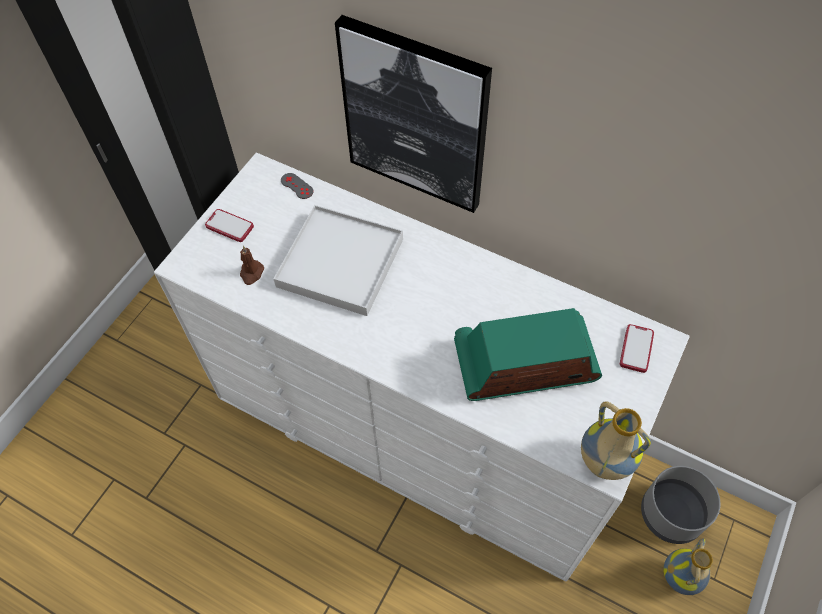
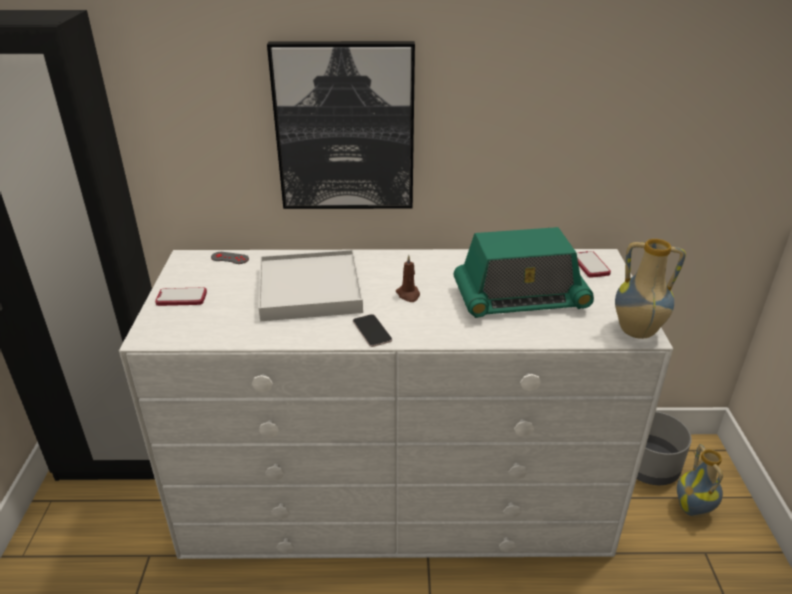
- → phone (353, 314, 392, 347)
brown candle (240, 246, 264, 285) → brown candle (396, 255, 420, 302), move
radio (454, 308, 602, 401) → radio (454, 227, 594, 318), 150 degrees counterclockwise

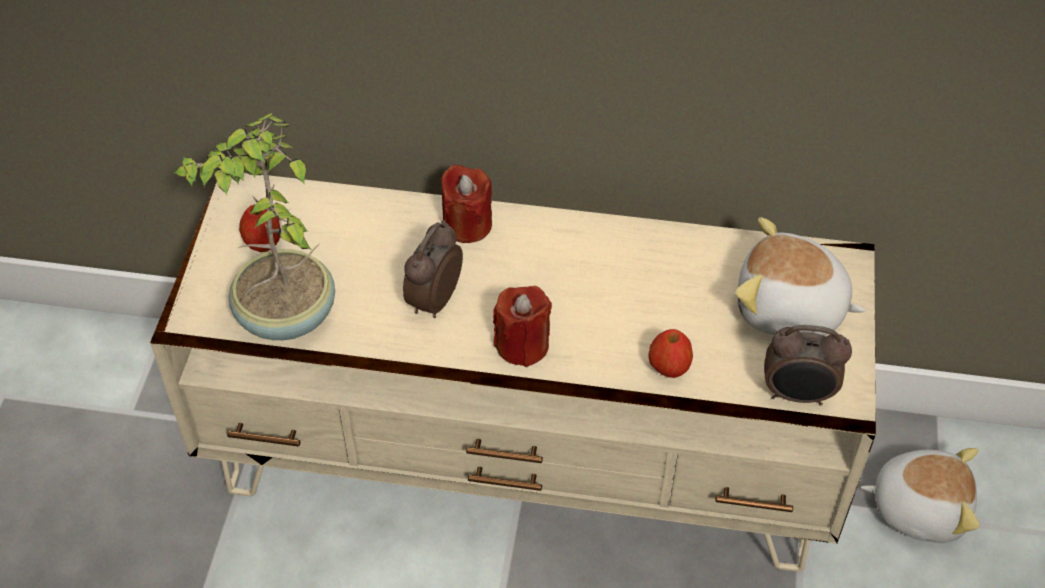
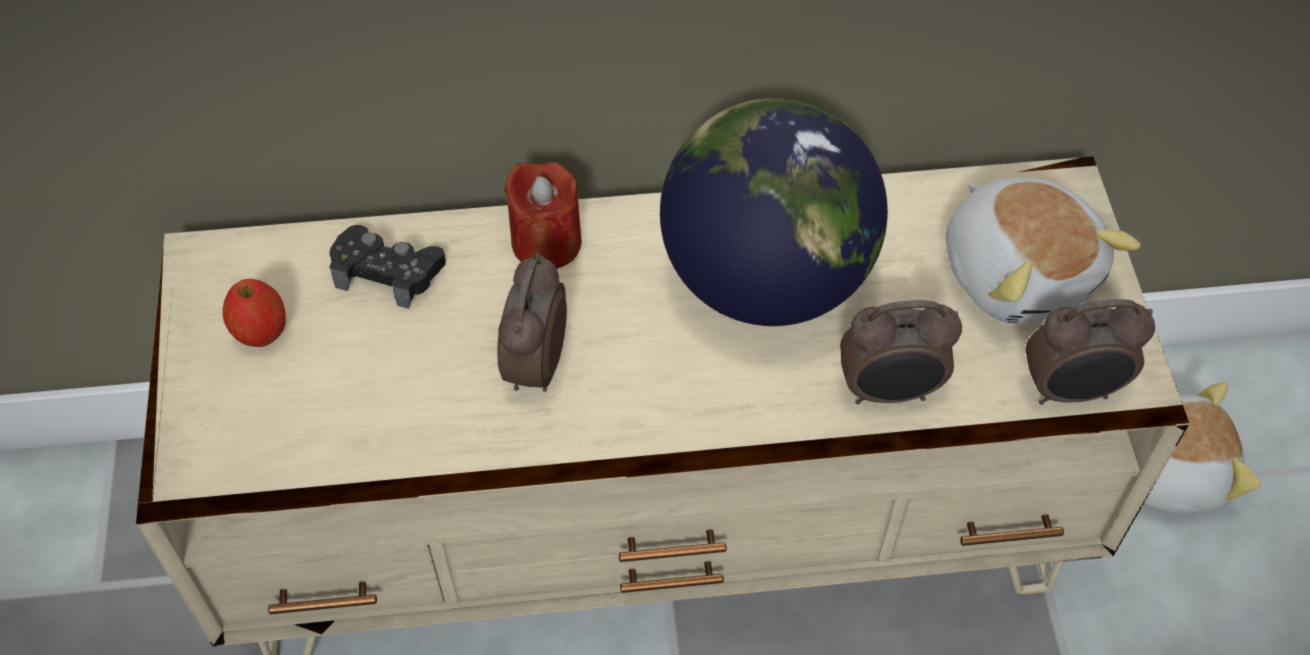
potted plant (174, 113, 335, 340) → -
red candle (493, 286, 552, 367) → -
- → black game controller (329, 225, 446, 309)
- → globe (660, 98, 888, 326)
apple (648, 329, 693, 378) → alarm clock (840, 300, 962, 404)
plush toy (735, 217, 866, 336) → plush toy (946, 177, 1141, 324), 120 degrees counterclockwise

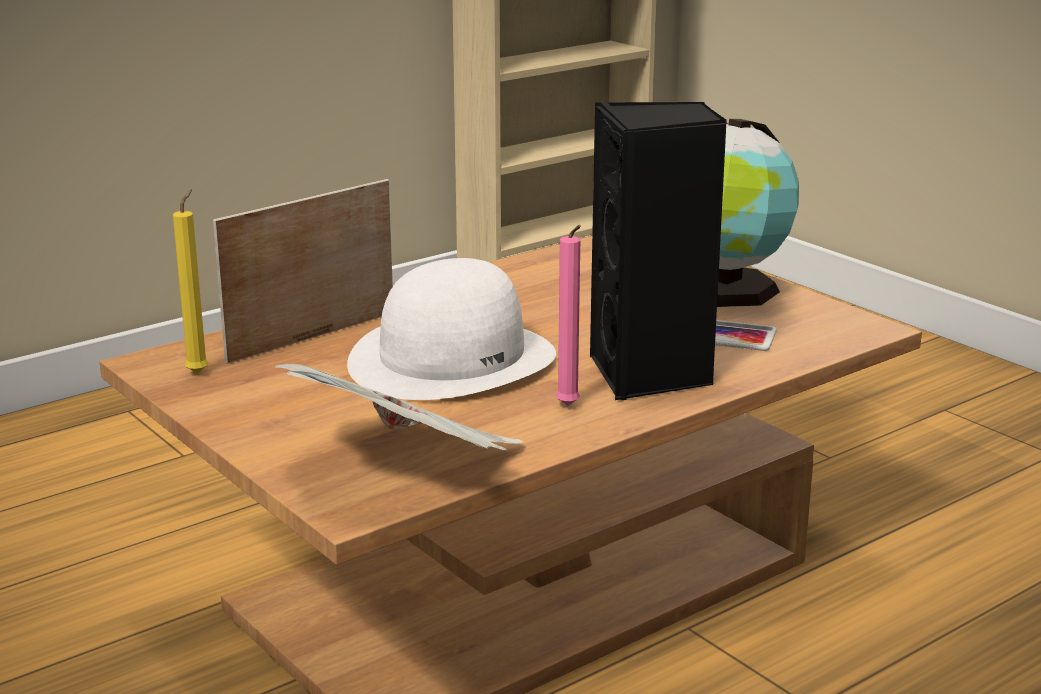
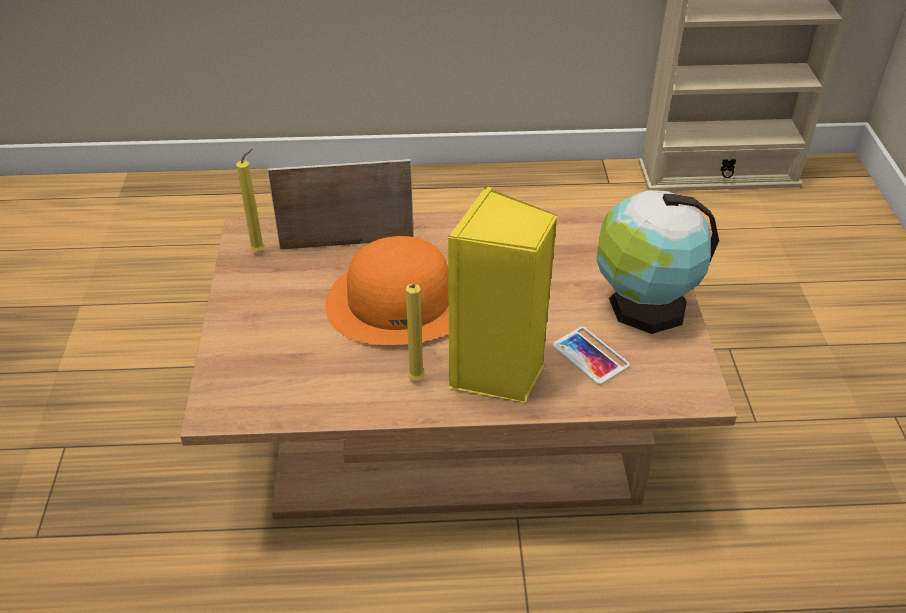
newspaper (275, 363, 524, 450) → -
white hat (347, 258, 556, 400) → orange hat (325, 236, 449, 345)
pink candle (556, 225, 581, 406) → yellow candle (406, 284, 425, 380)
black speaker (590, 101, 728, 400) → yellow speaker (448, 187, 558, 403)

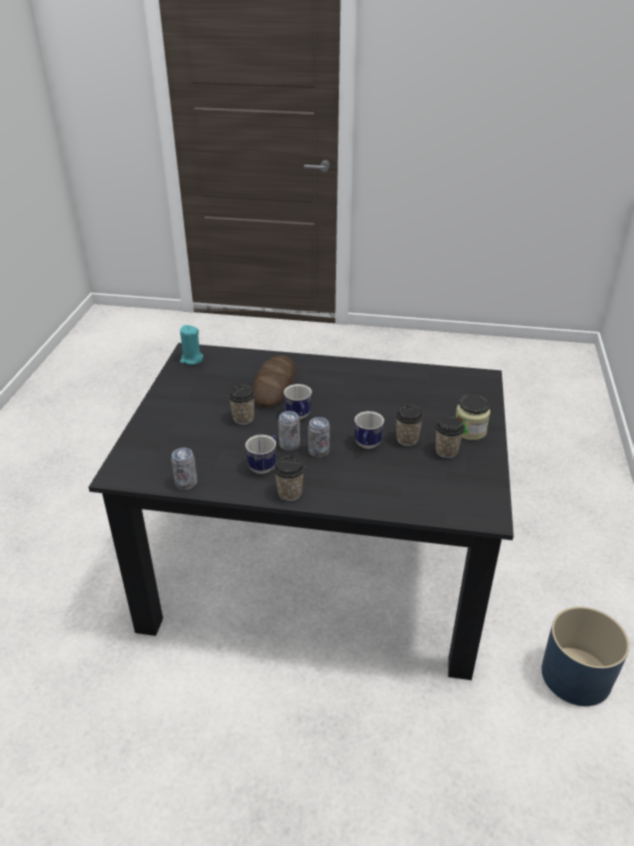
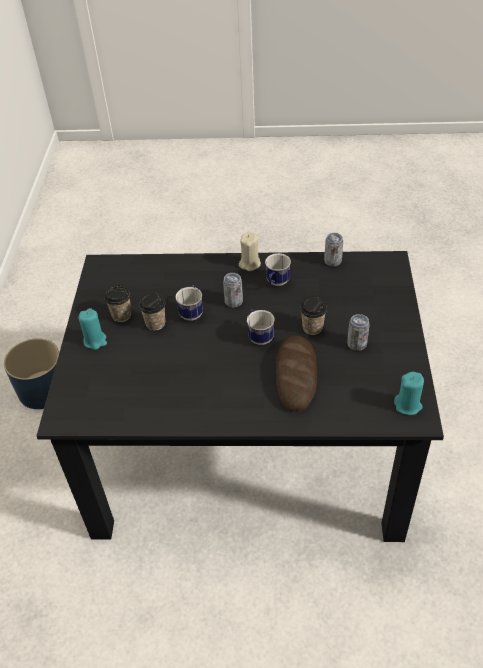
can (278, 411, 300, 451) → can (347, 314, 370, 351), move
cup (274, 456, 305, 501) → beige candle (239, 232, 261, 271)
jar (456, 395, 490, 440) → turquoise candle (78, 308, 107, 350)

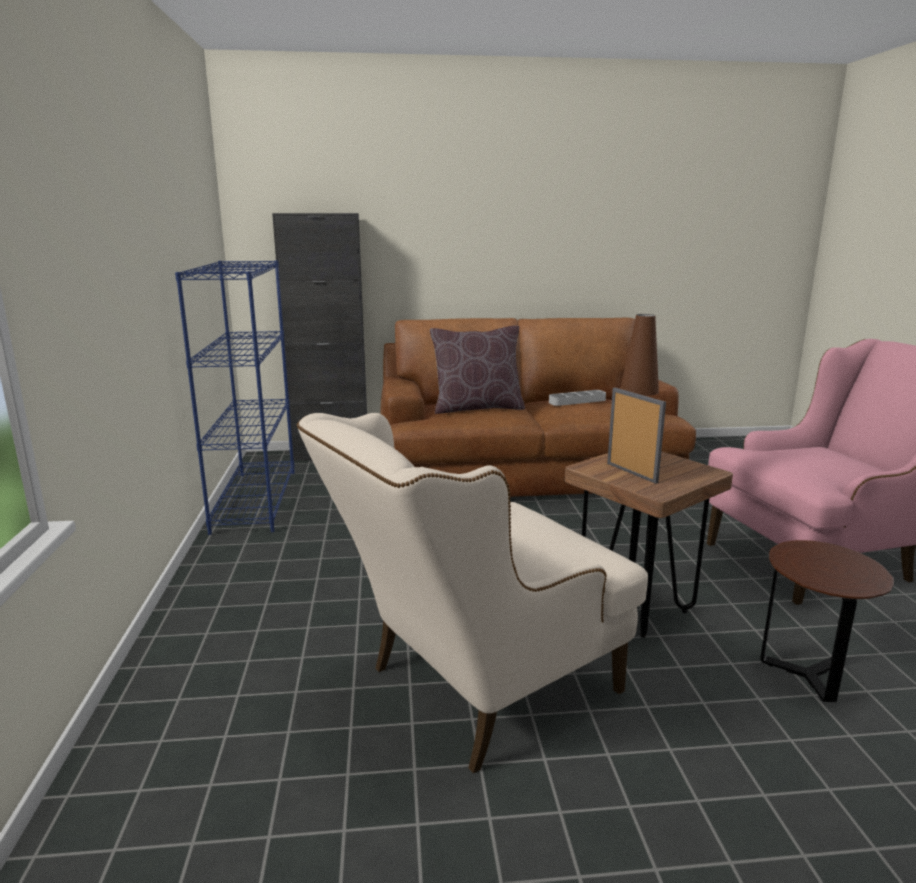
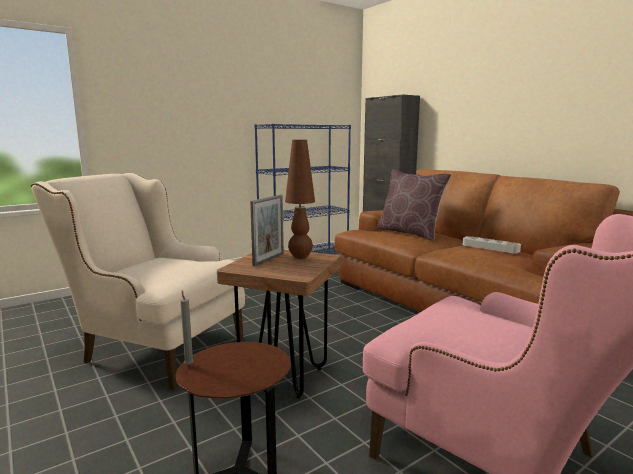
- → grey candle (180, 290, 194, 365)

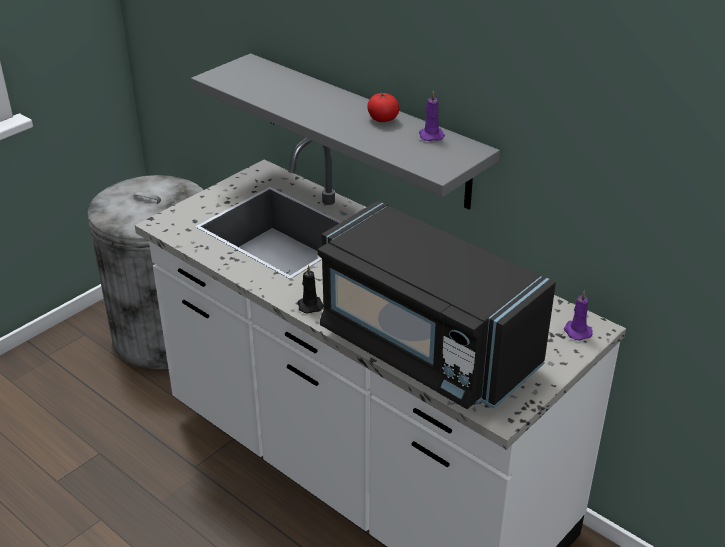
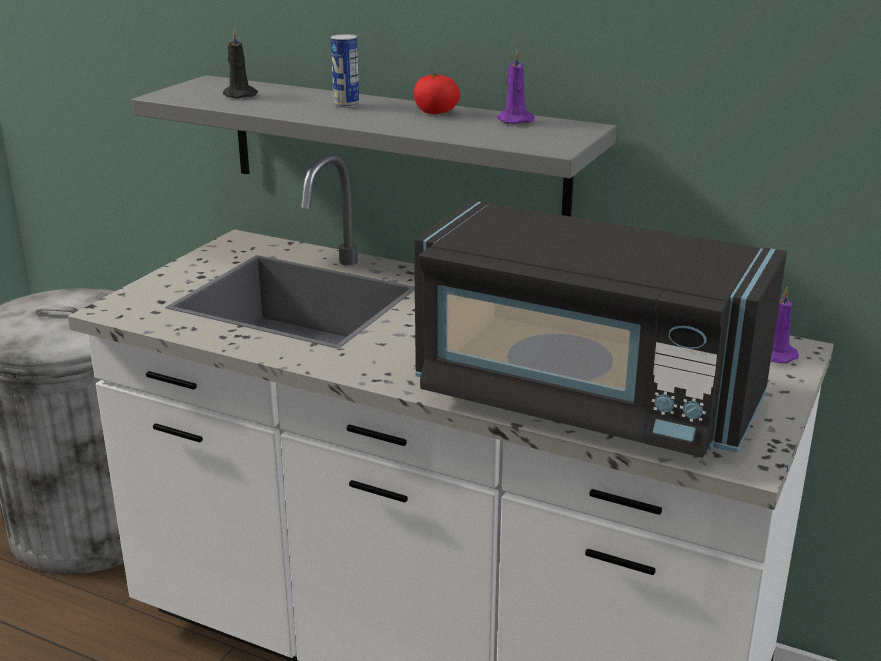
- → can (331, 34, 359, 108)
black candle (298, 265, 323, 314) → black candle (223, 29, 258, 98), move

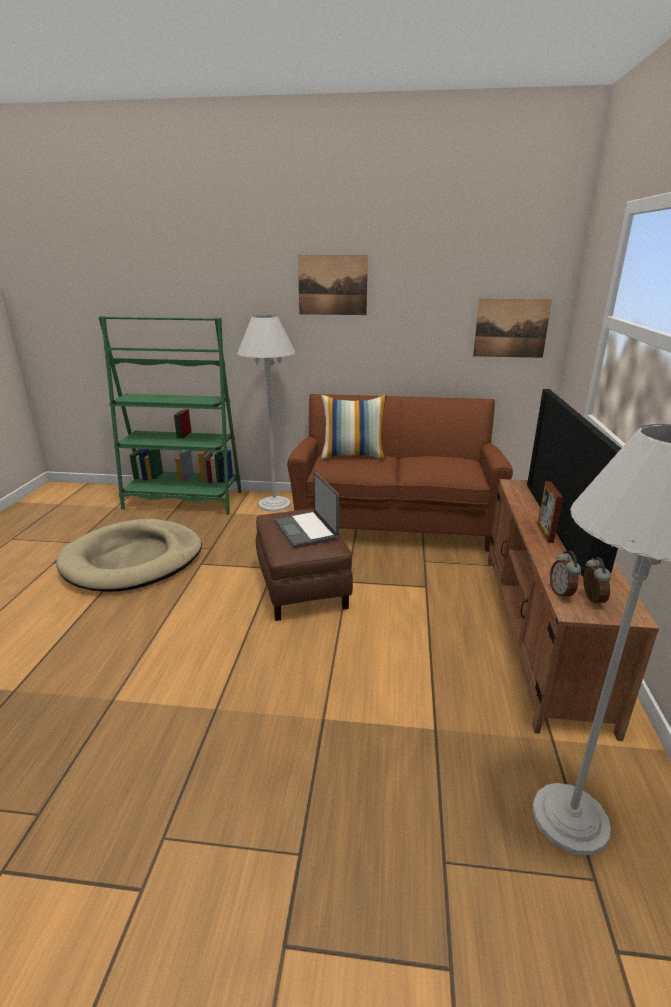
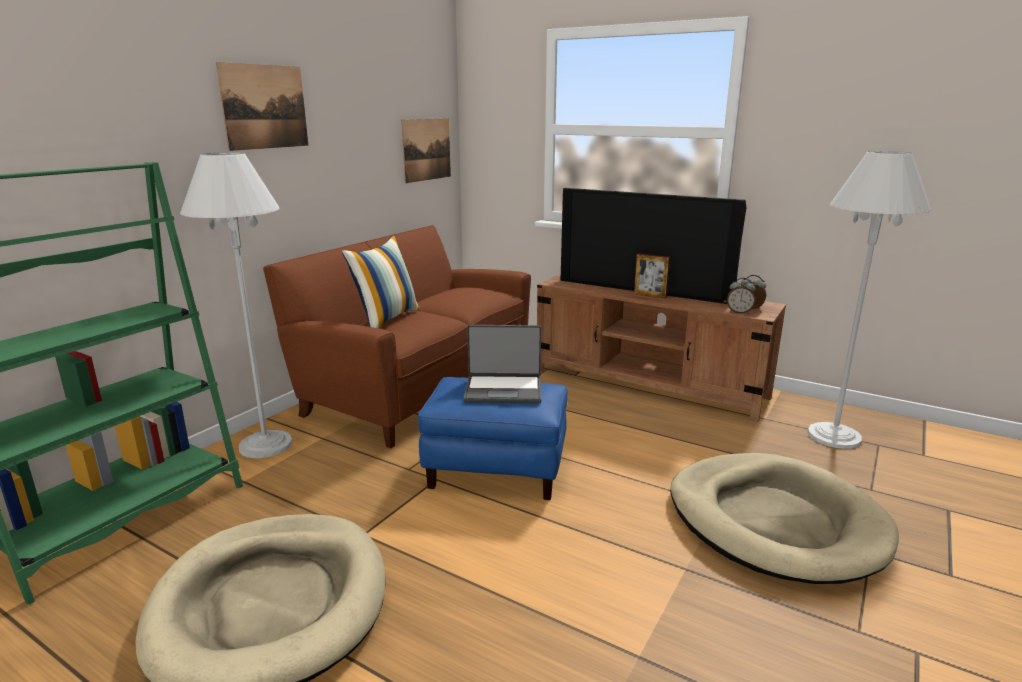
- → beige dog bed (670, 453, 899, 584)
brown ottoman (256, 509, 353, 621) → blue ottoman (418, 377, 567, 500)

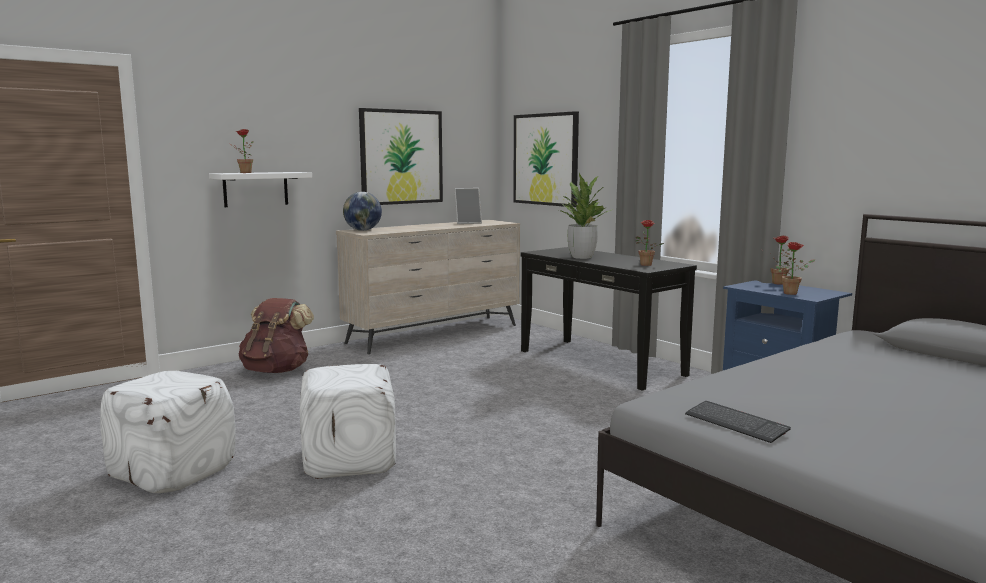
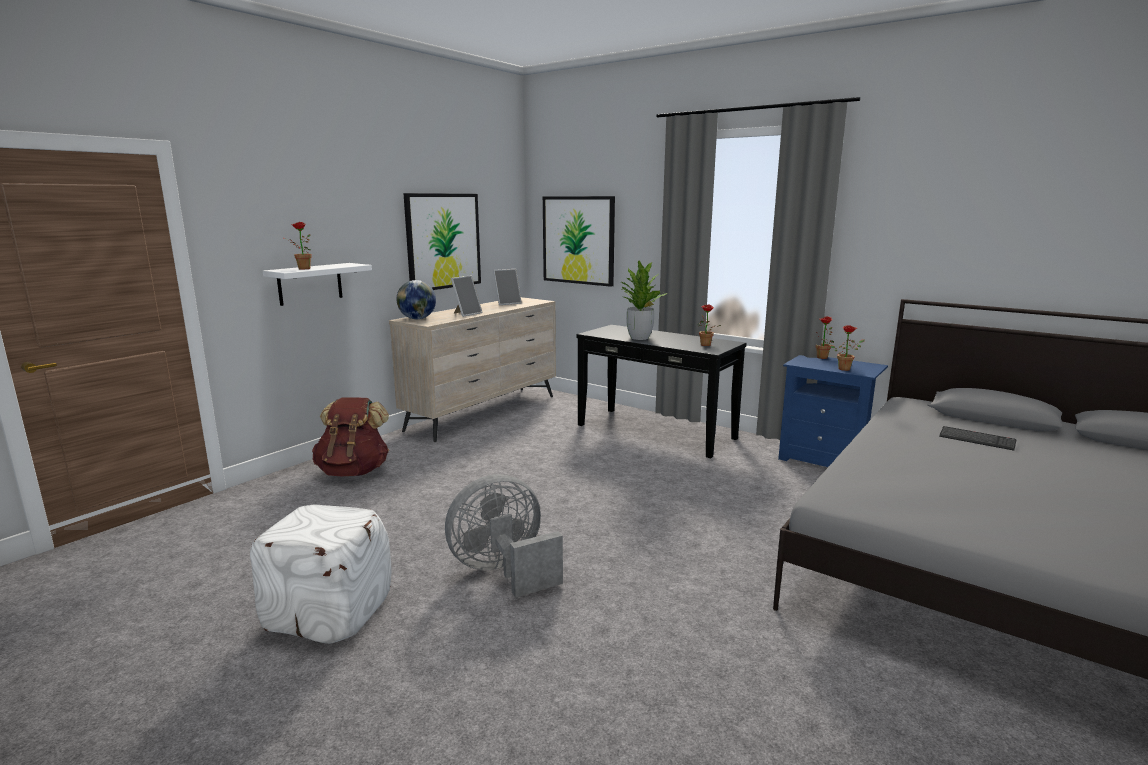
- → picture frame (451, 275, 483, 317)
keyboard (685, 401, 791, 443) → keyboard (939, 426, 1016, 450), move
white ottoman (300, 364, 396, 479) → grey fan (445, 474, 563, 598)

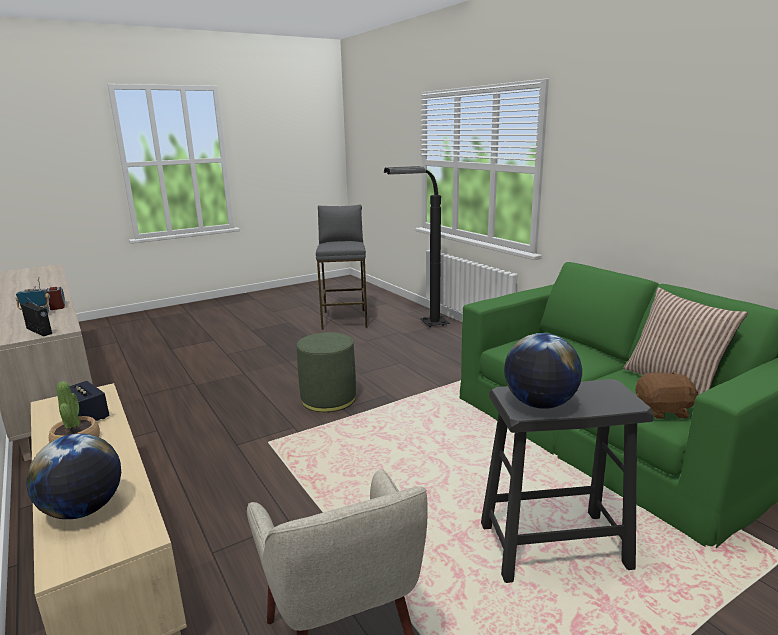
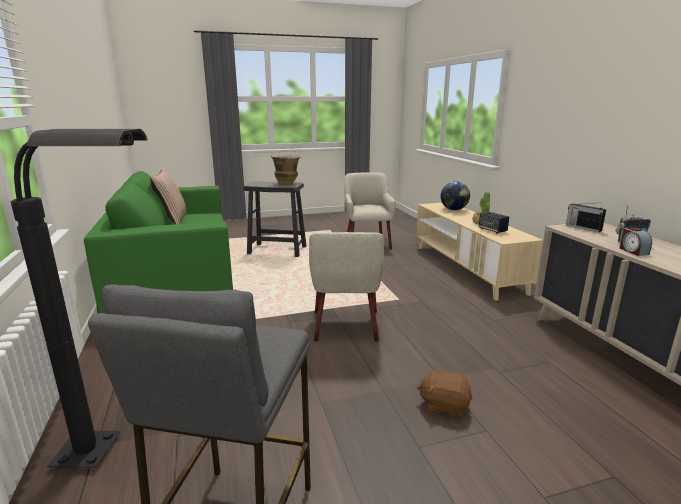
brown plush toy (635, 371, 698, 419) → brown plush toy (417, 367, 472, 418), move
green ottoman (297, 332, 356, 412) → beige armchair (309, 232, 384, 342)
globe (504, 333, 582, 409) → vase (271, 154, 300, 185)

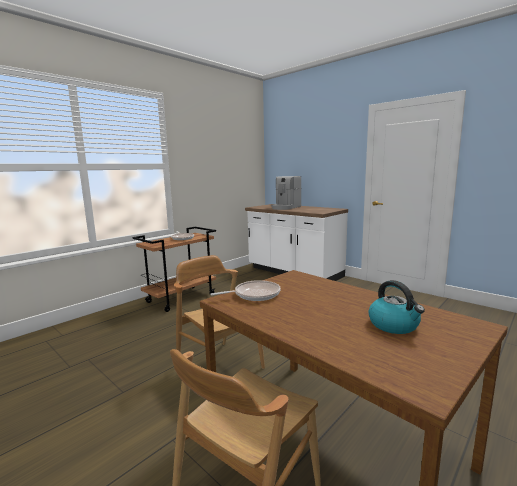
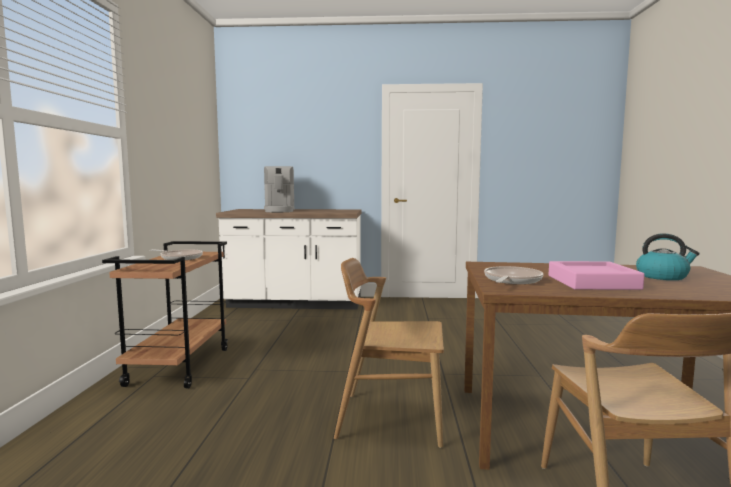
- → pink tray (549, 261, 645, 290)

